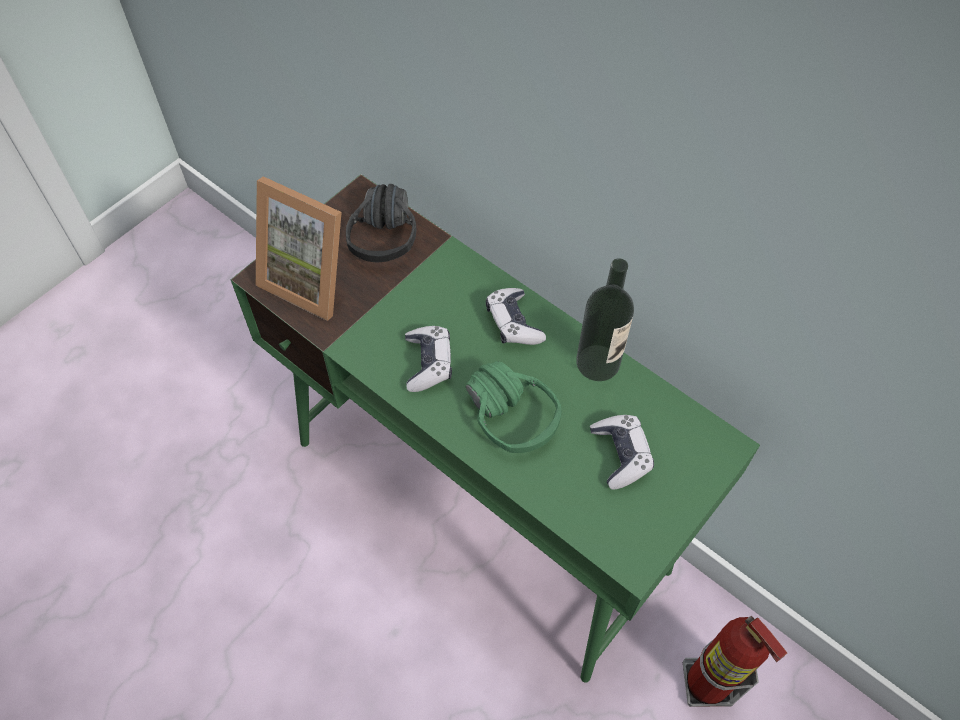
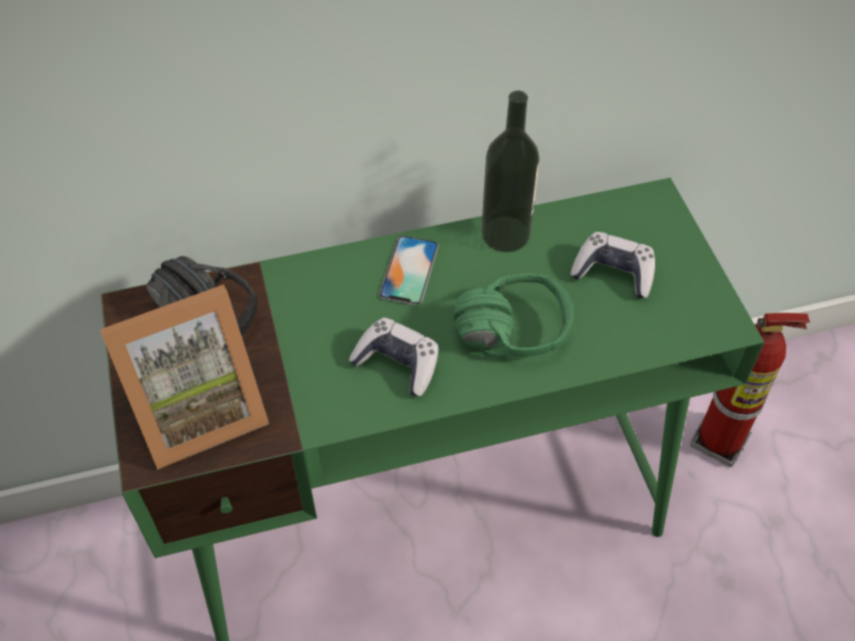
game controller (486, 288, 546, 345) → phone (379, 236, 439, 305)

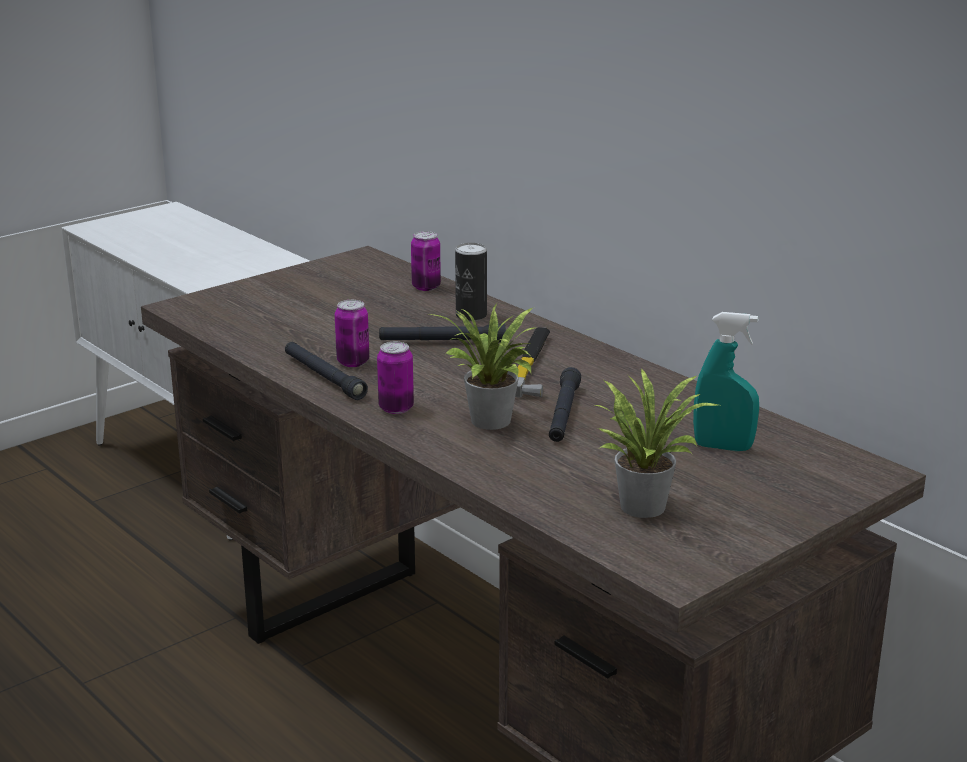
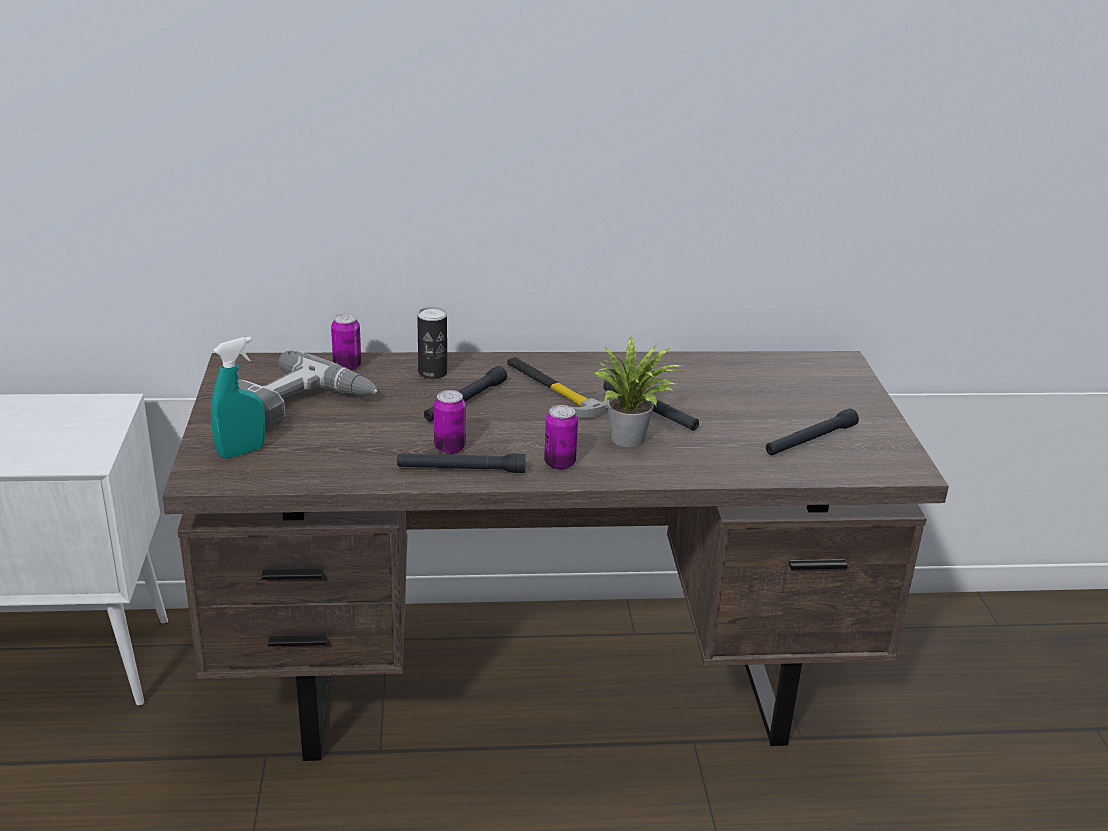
- → power drill (238, 351, 378, 430)
turquoise spray bottle (693, 312, 759, 451) → turquoise spray bottle (211, 337, 265, 459), move
potted plant (595, 369, 722, 518) → black flashlight (766, 408, 859, 455)

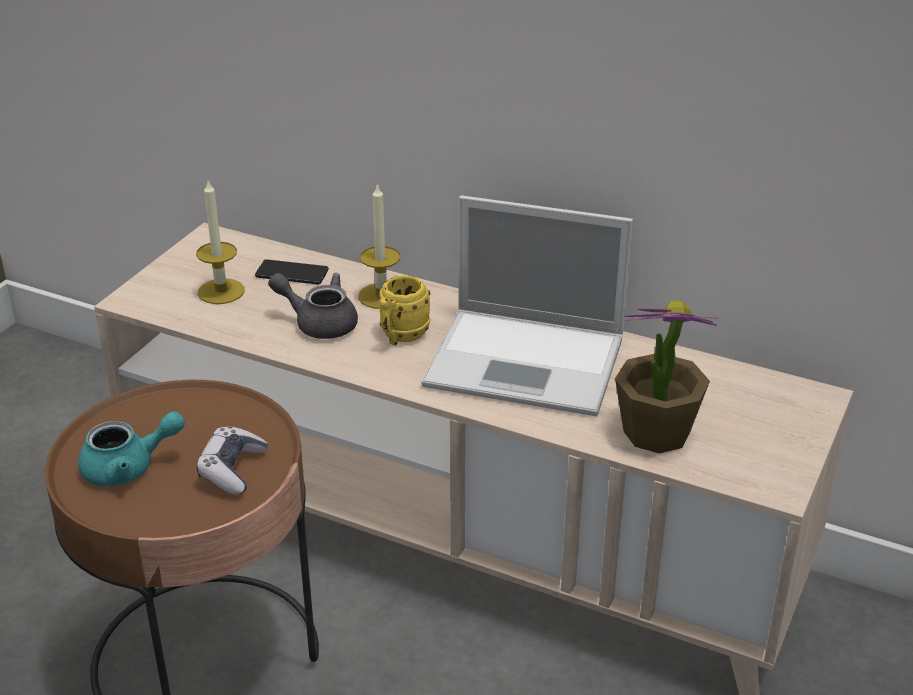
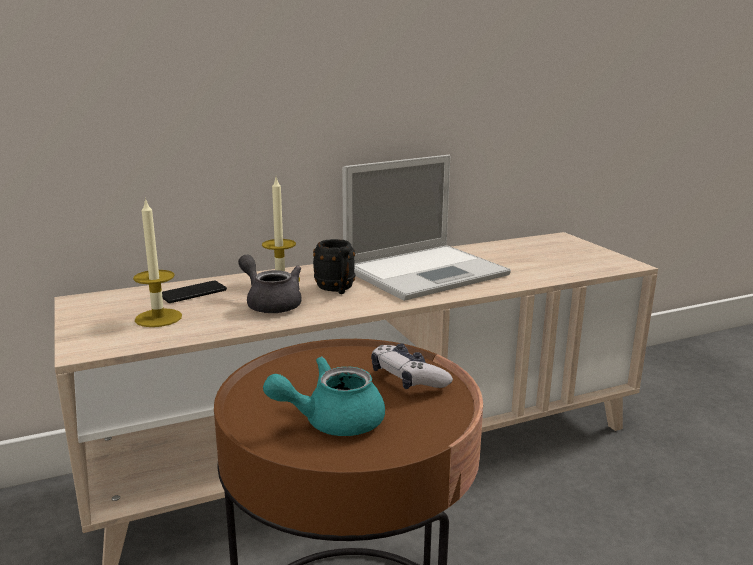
potted plant (615, 300, 718, 454) → -
yellow mug (378, 275, 430, 346) → black mug (313, 239, 356, 294)
turquoise teapot (78, 411, 185, 486) → turquoise teapot (263, 356, 385, 436), 135 degrees counterclockwise
grey teapot (268, 273, 358, 339) → grey teapot (238, 254, 301, 313), 75 degrees clockwise

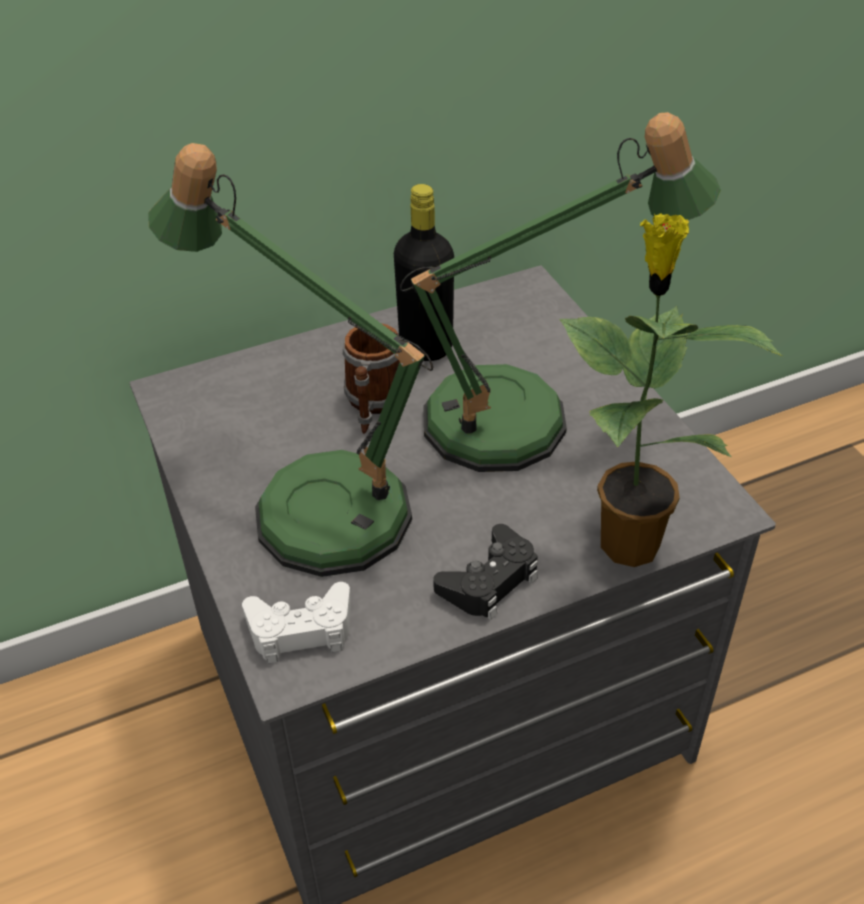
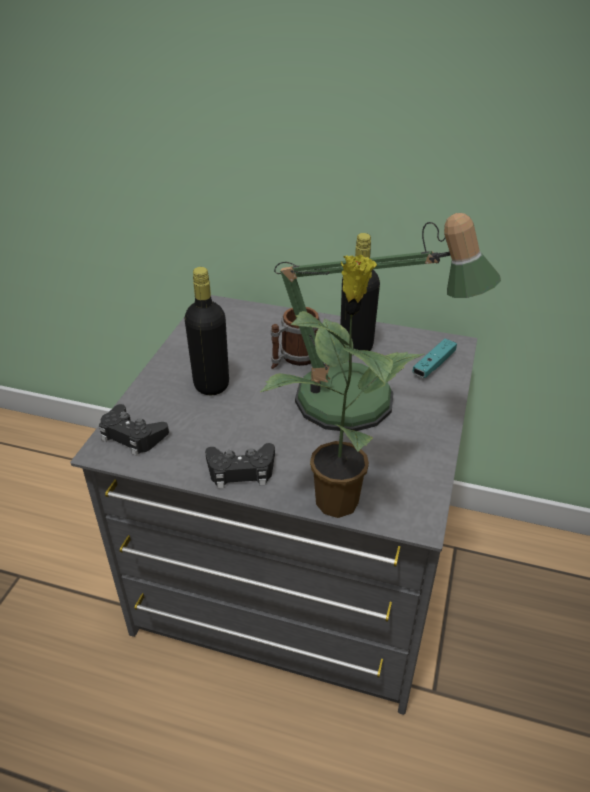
- → turquoise game controller (412, 339, 457, 378)
table lamp (148, 143, 433, 577) → black bottle (185, 267, 229, 395)
white game controller (242, 582, 351, 664) → black game controller (99, 404, 169, 456)

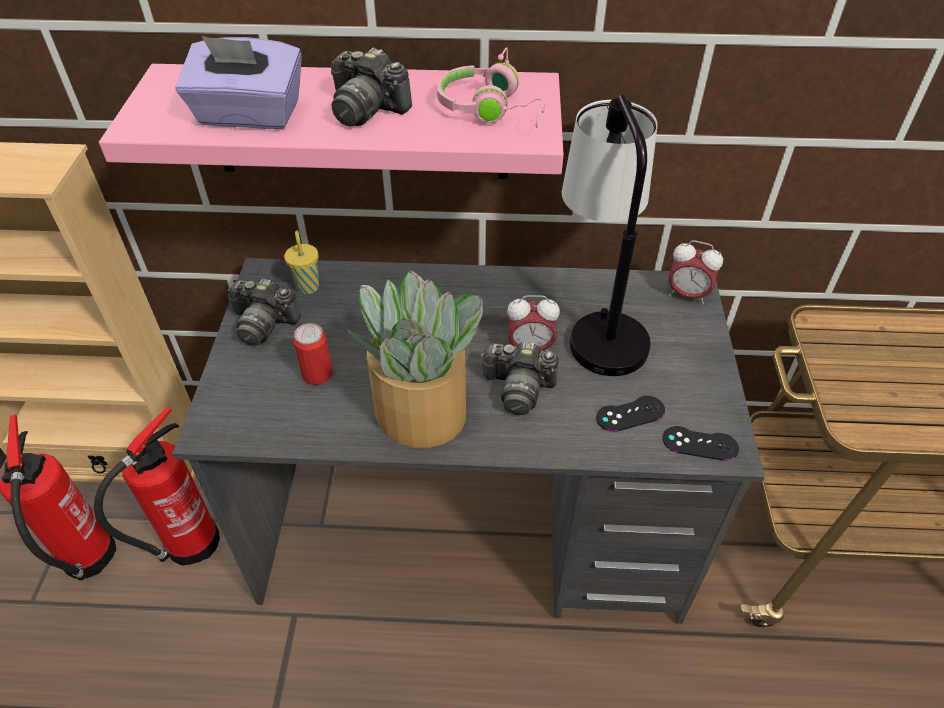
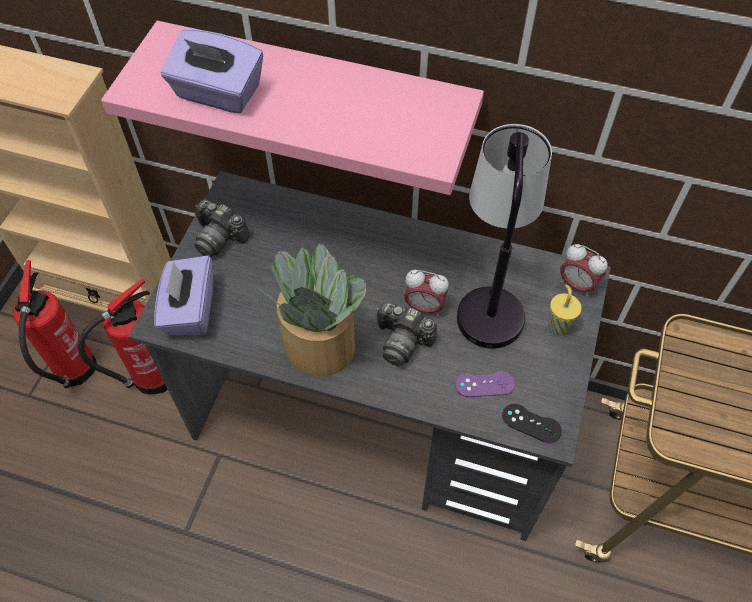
can (293, 323, 333, 385) → -
photo camera (331, 47, 412, 127) → -
pink headphones (437, 47, 545, 128) → -
- → purple tissue box (154, 256, 213, 336)
yellow cup (284, 231, 319, 294) → yellow cup (548, 284, 581, 336), move
black game controller (596, 396, 665, 432) → purple game controller (455, 371, 515, 397)

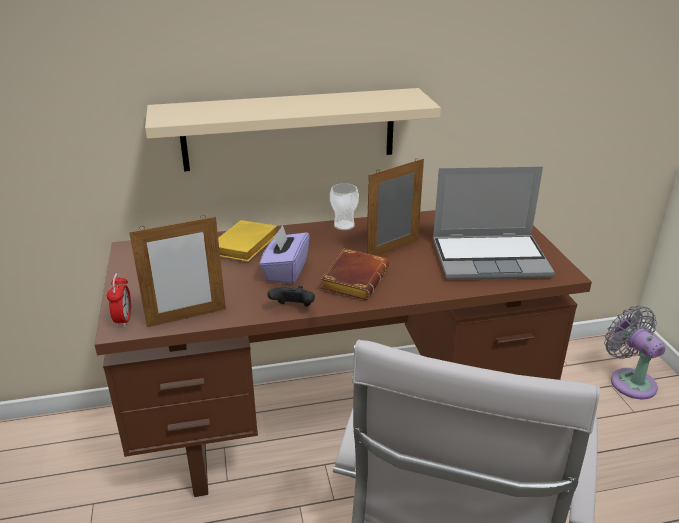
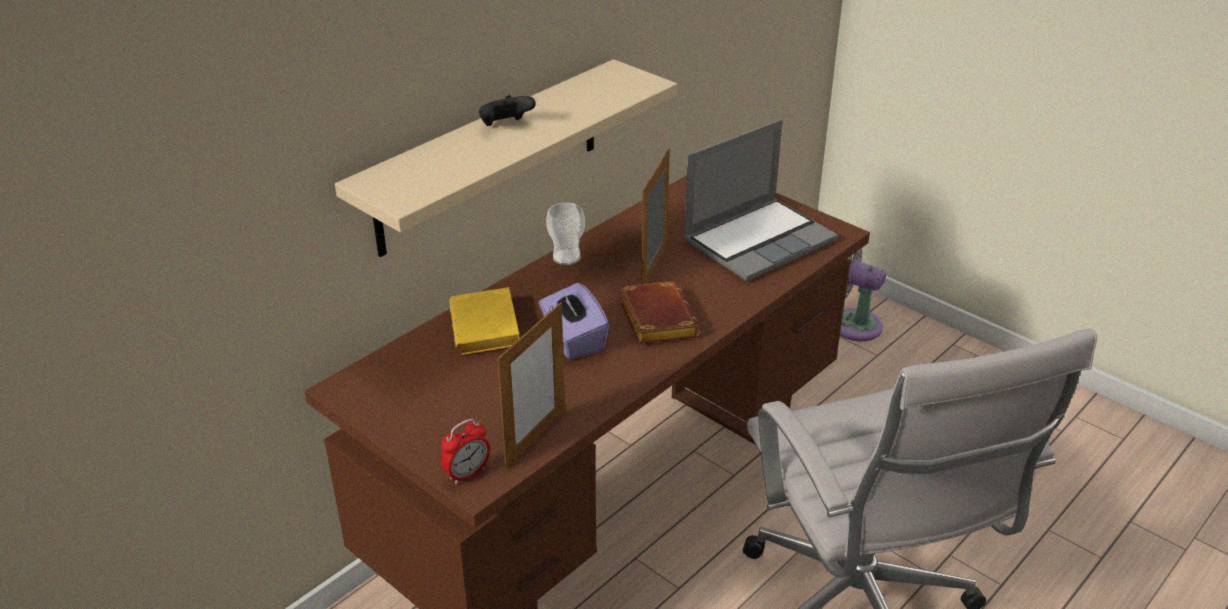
black game controller (267, 286, 315, 307) → black game controller (479, 95, 536, 126), move
alarm clock (107, 273, 131, 328) → alarm clock (441, 419, 490, 485), 90 degrees clockwise

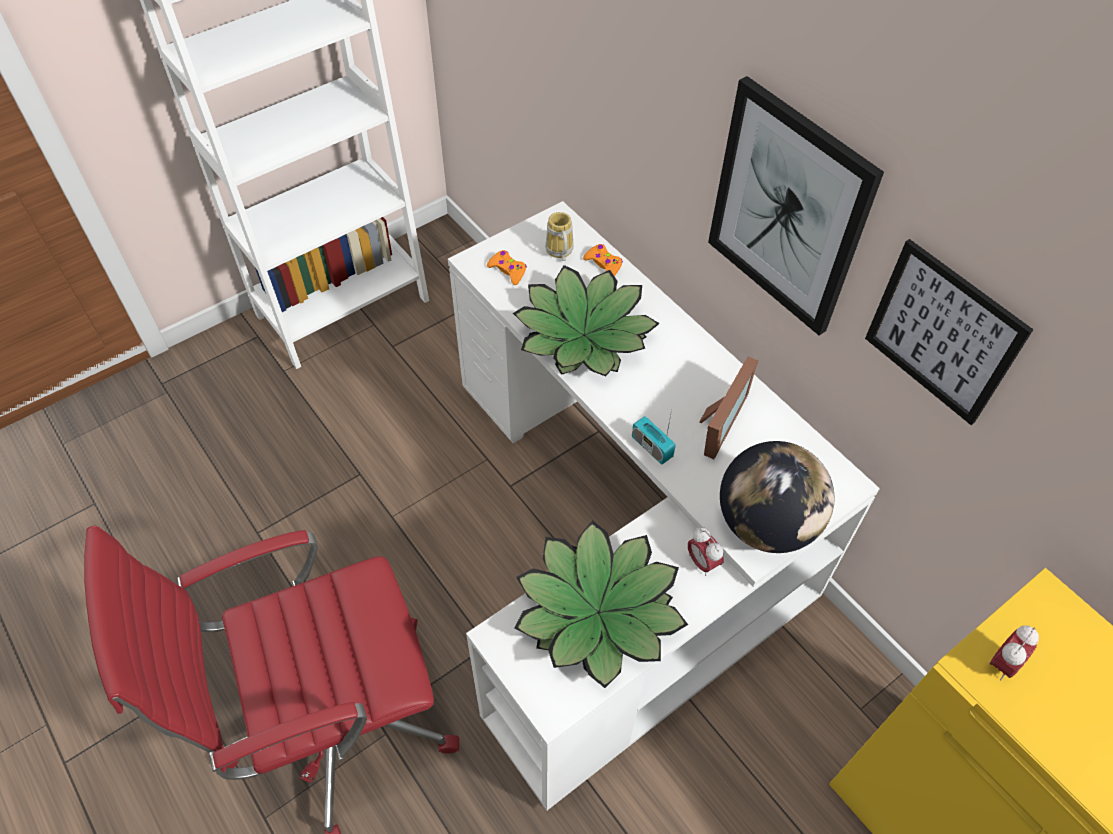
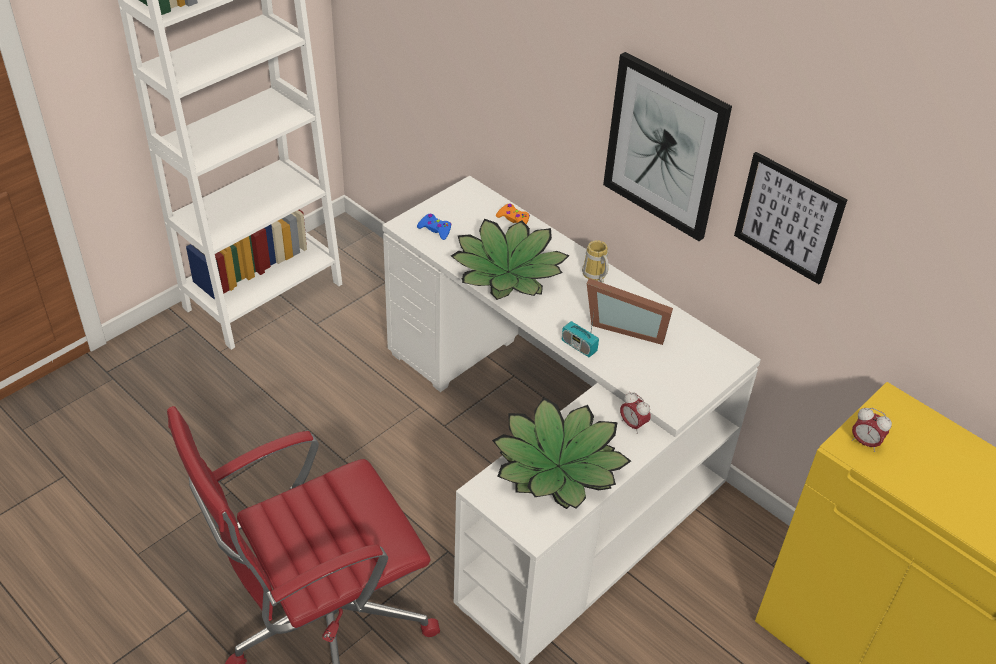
globe (720, 441, 834, 553) → -
mug (545, 212, 574, 261) → mug (582, 240, 609, 282), move
orange game controller (487, 250, 527, 285) → blue game controller (417, 214, 451, 240)
picture frame (699, 357, 758, 459) → picture frame (587, 278, 673, 345), 90 degrees clockwise
alarm clock (990, 625, 1039, 681) → alarm clock (852, 408, 892, 452), 90 degrees clockwise

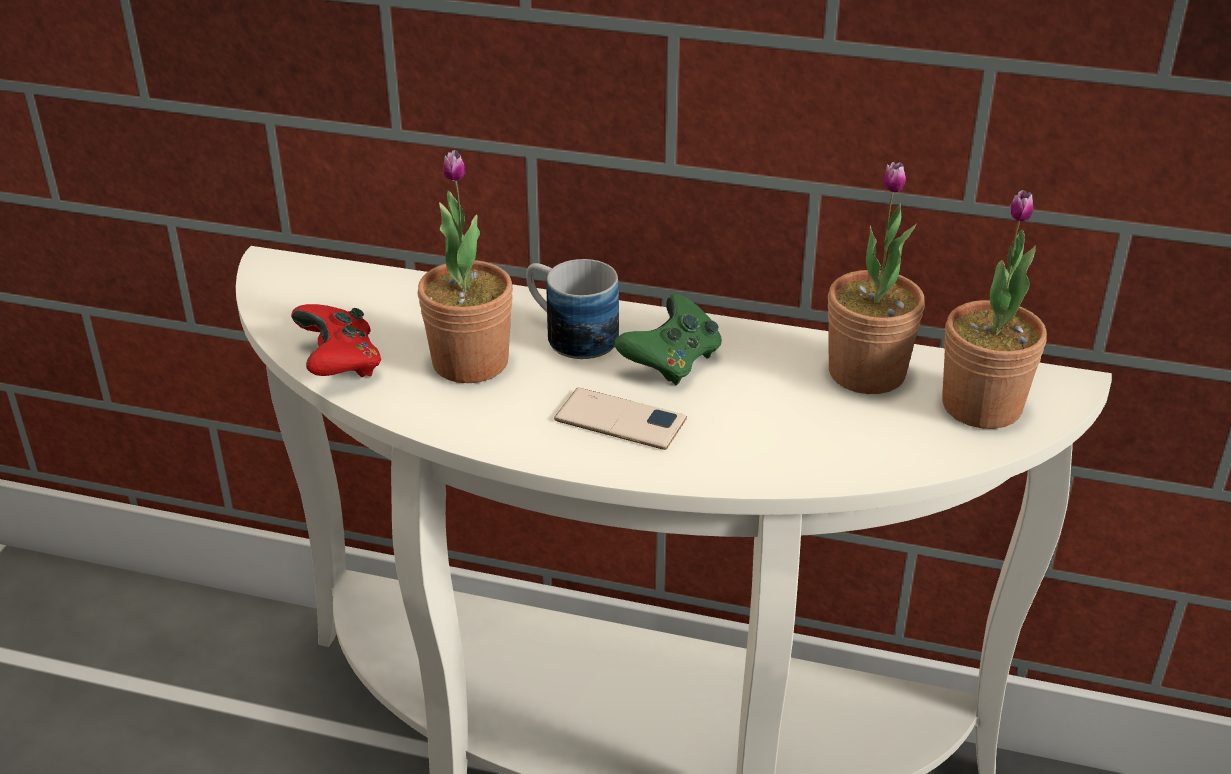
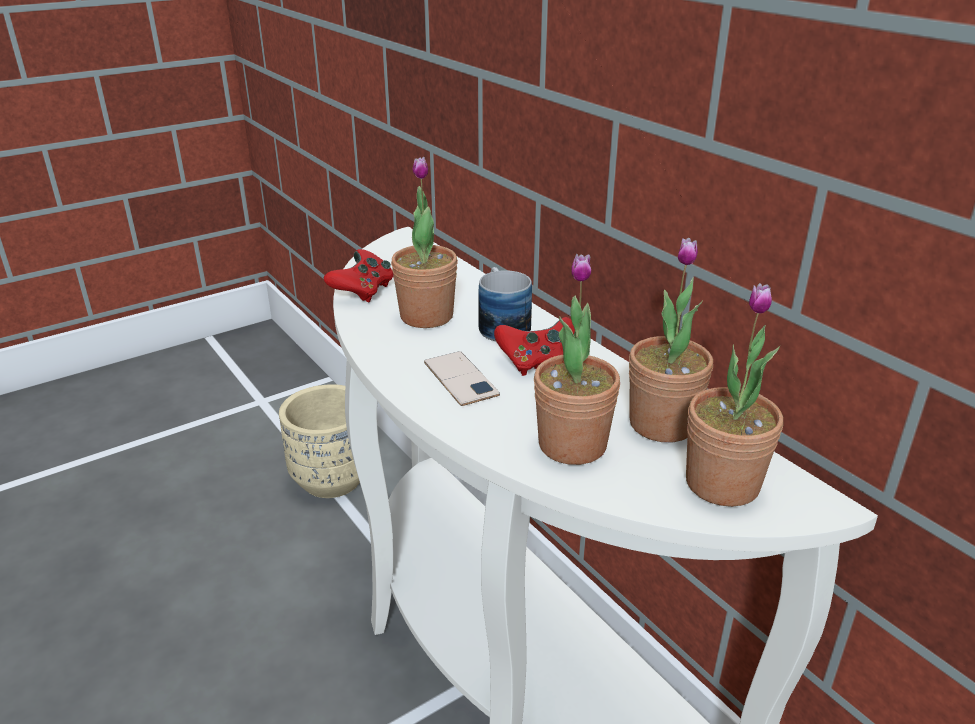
- → beige planter (279, 384, 360, 498)
- → potted plant (534, 254, 620, 465)
green game controller (614, 294, 722, 385) → red game controller (494, 317, 575, 376)

